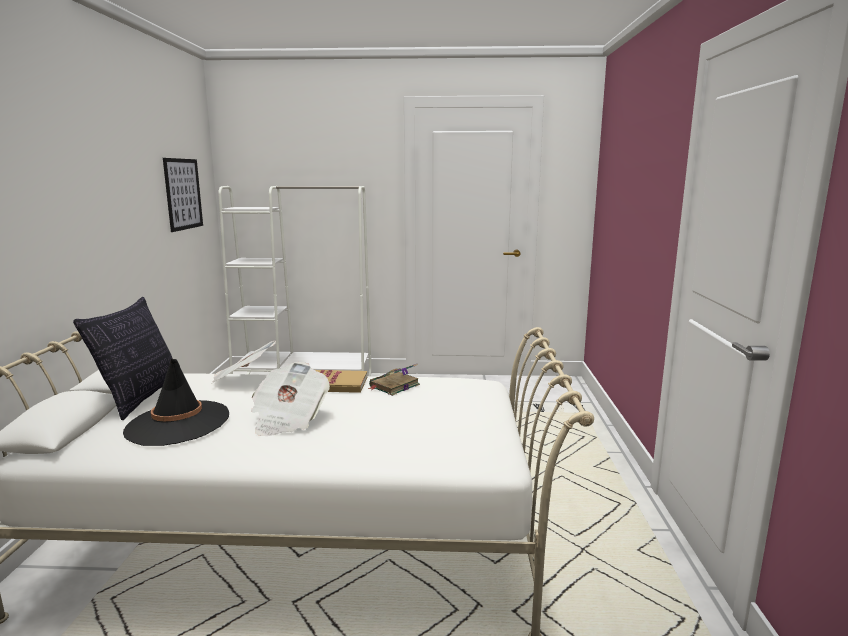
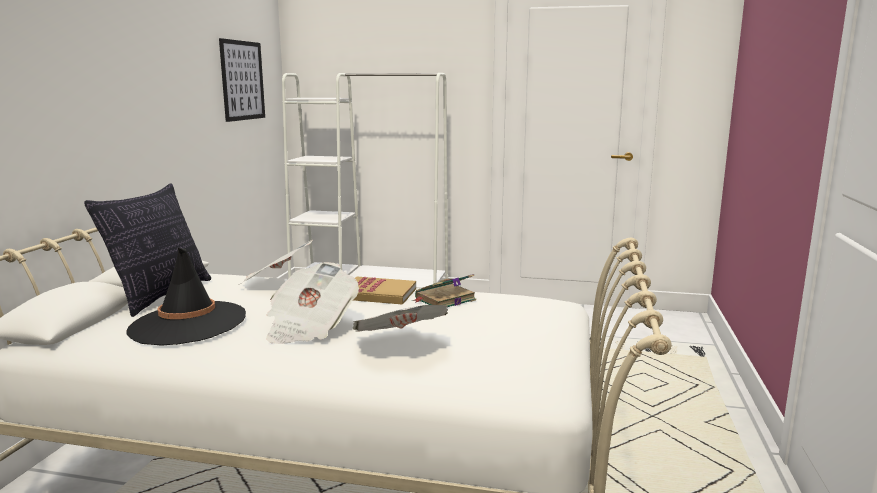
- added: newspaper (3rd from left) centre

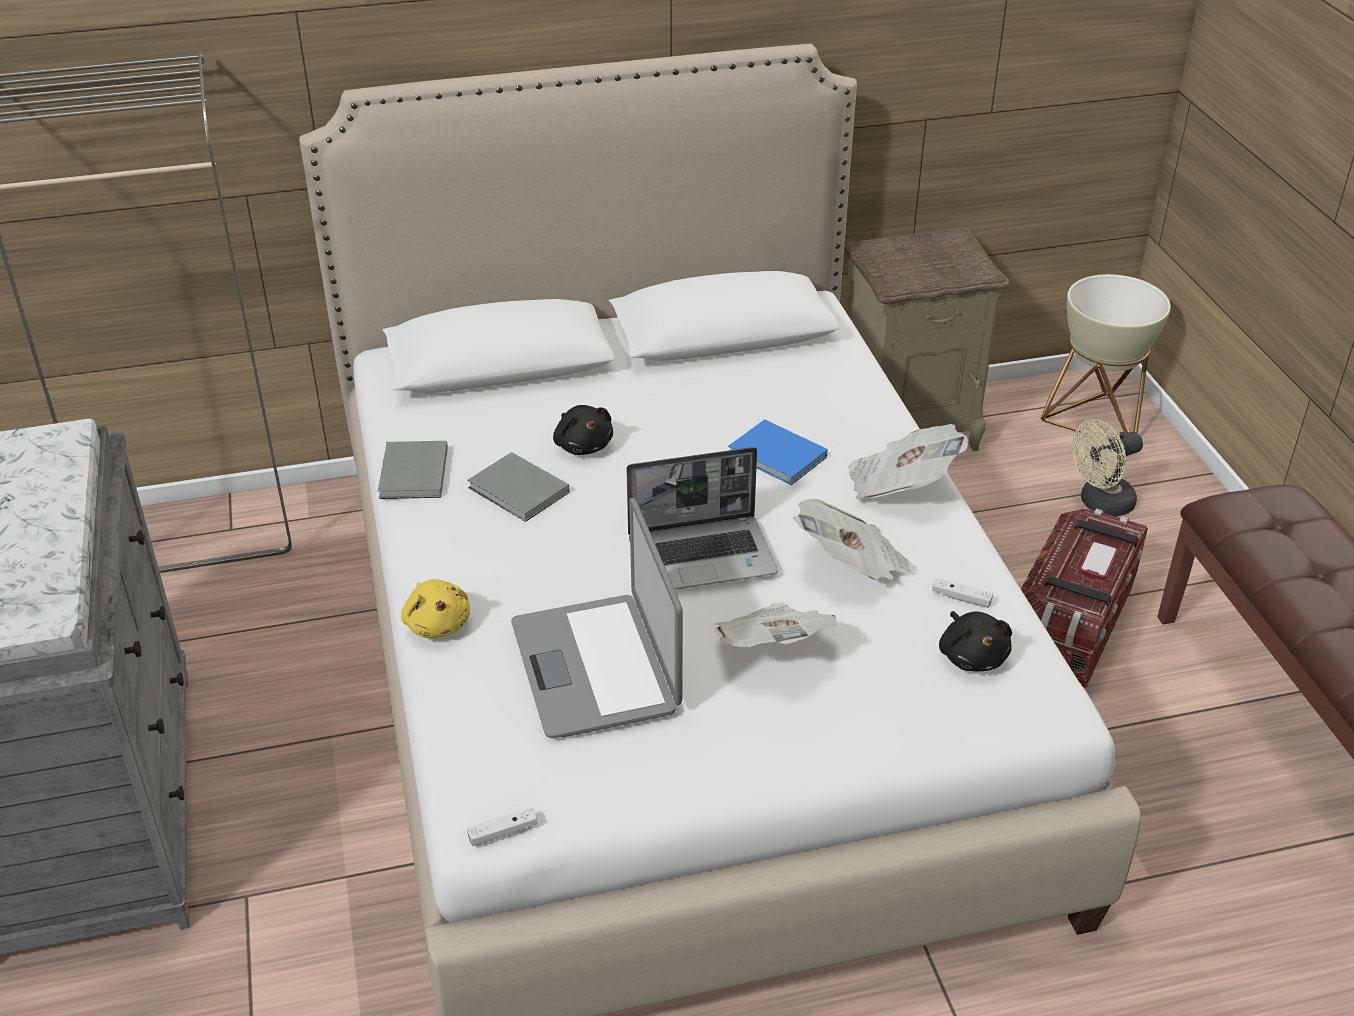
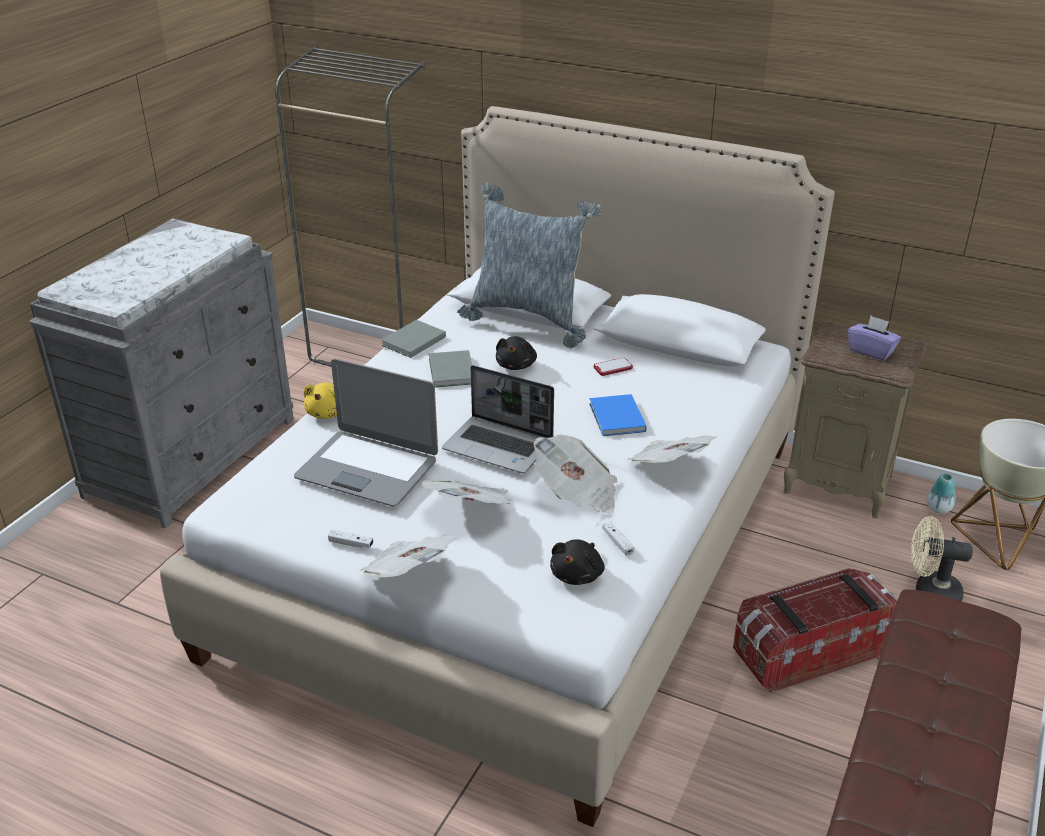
- moved: white-coloured game controller (1st from left) bottom centre to centre
- turned: notebook computer (1st from left) centre = centre 90 degrees counterclockwise
- moved: handset middle right to centre
- added: newspaper (1st from left) centre
- added: throw pillow top centre
- added: purplish tissue box middle right
- added: flower vase middle right

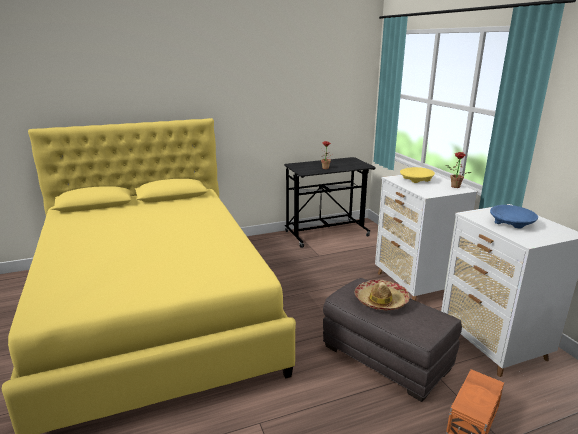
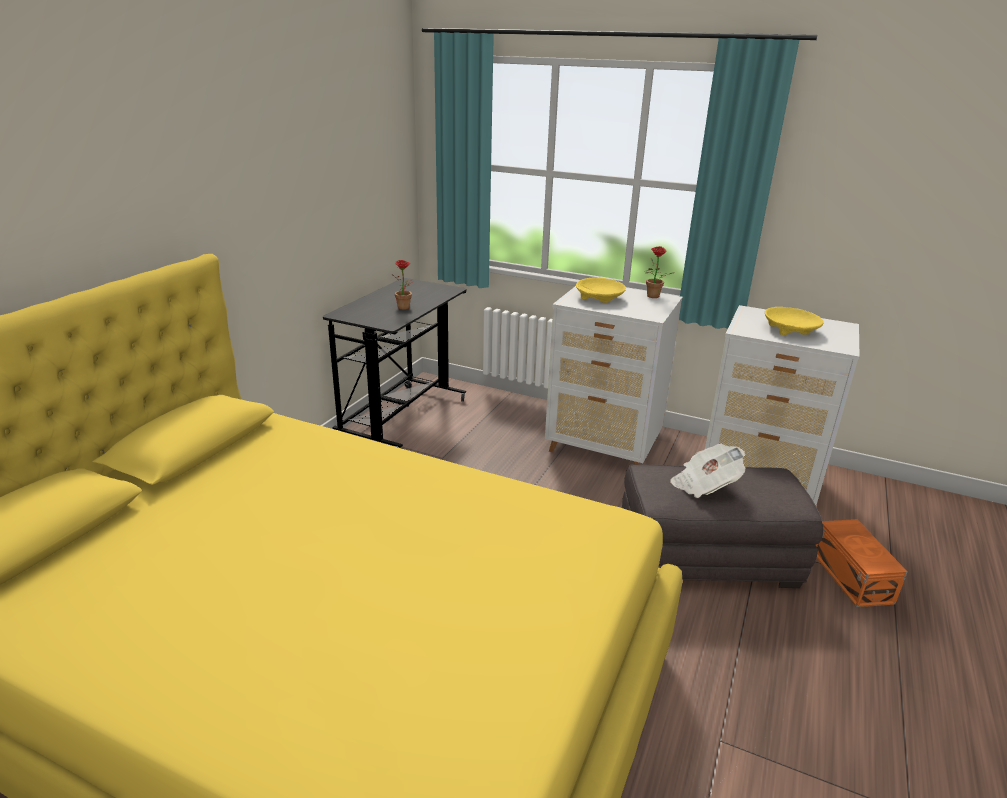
- replaced: wearable hat bottom centre to newspaper middle right
- recoloured: blue serving bowl middle right to yellowish serving bowl (2nd from left) middle right

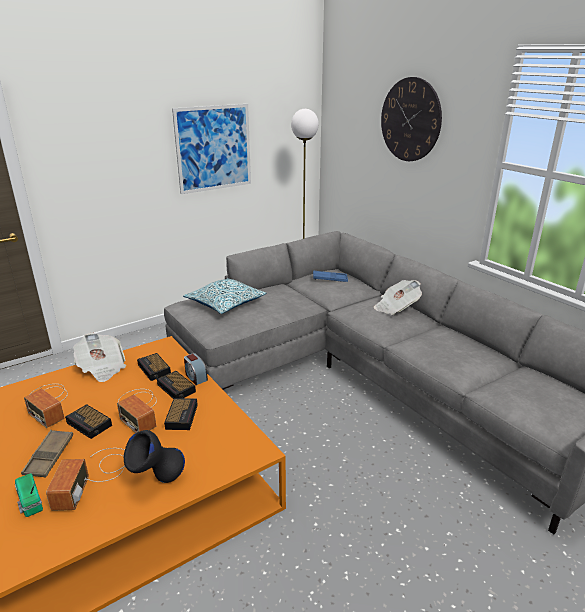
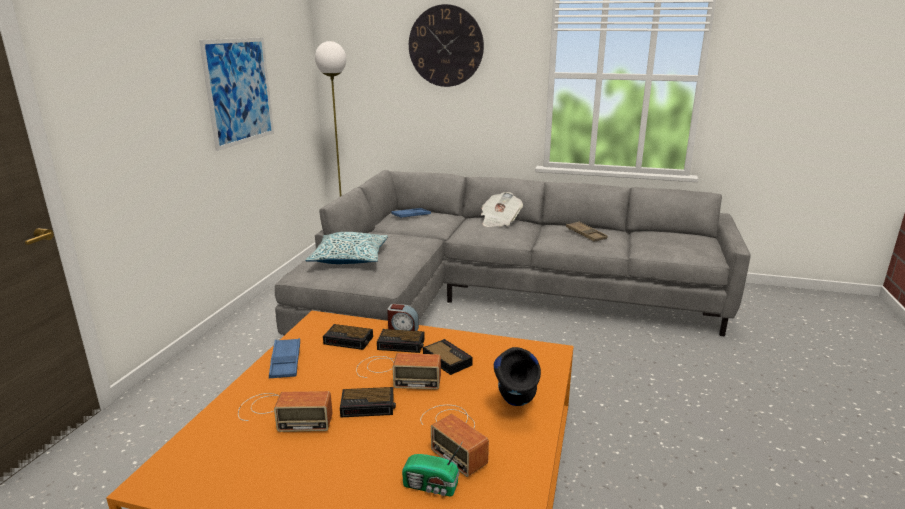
- moved: brown carrying tray bottom left to centre
- replaced: newspaper (1st from left) middle left to blue carrying tray (1st from left) bottom left

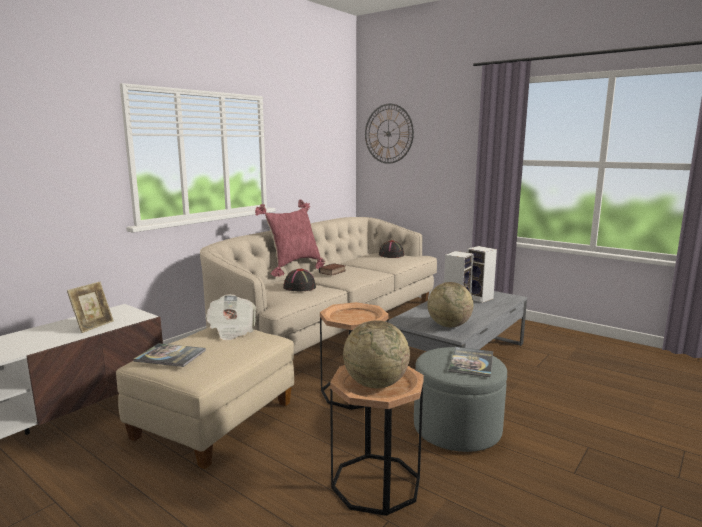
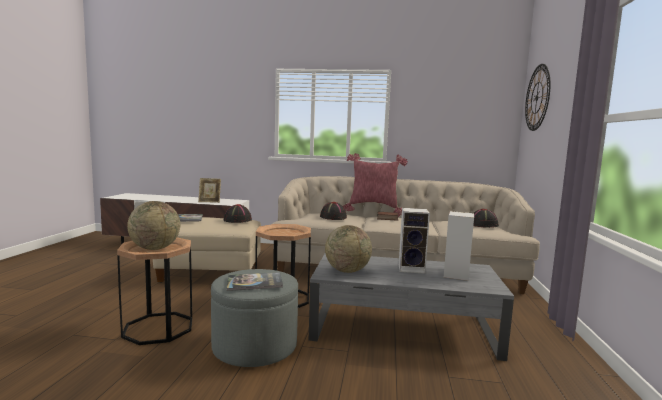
- replaced: newspaper middle left to black wearable hat (1st from left) centre

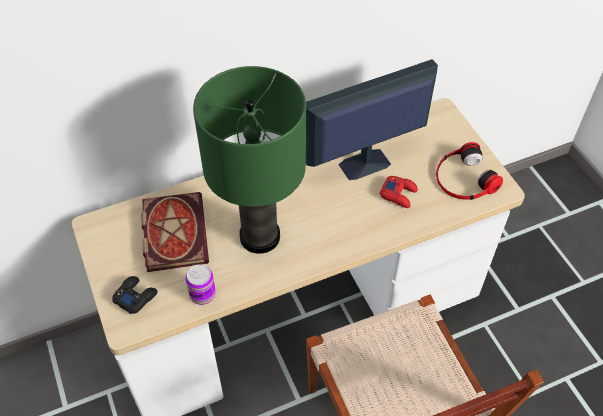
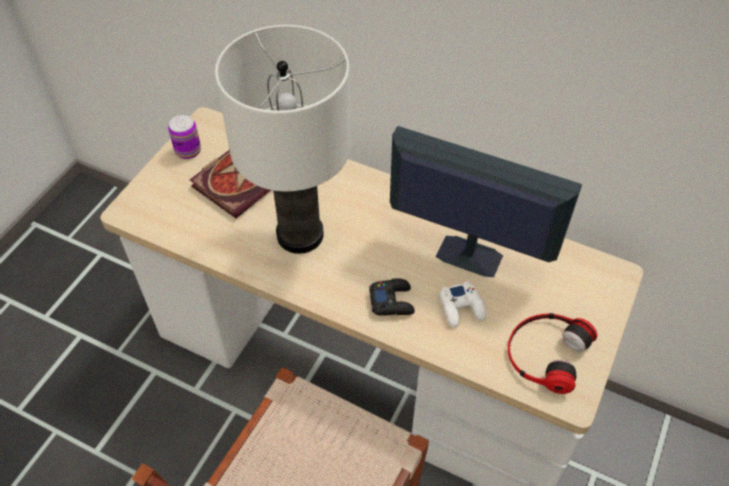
- moved: black game controller bottom left to centre
- moved: metal can bottom left to top left
- recoloured: green-coloured table lamp centre to white-coloured table lamp top centre
- recoloured: red game controller centre to white-coloured game controller centre

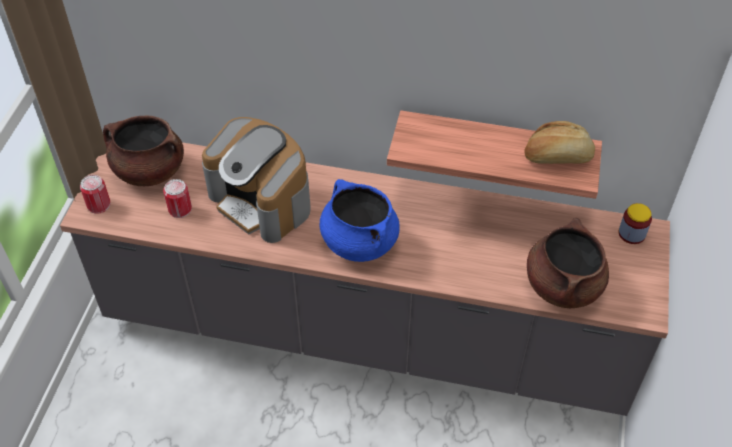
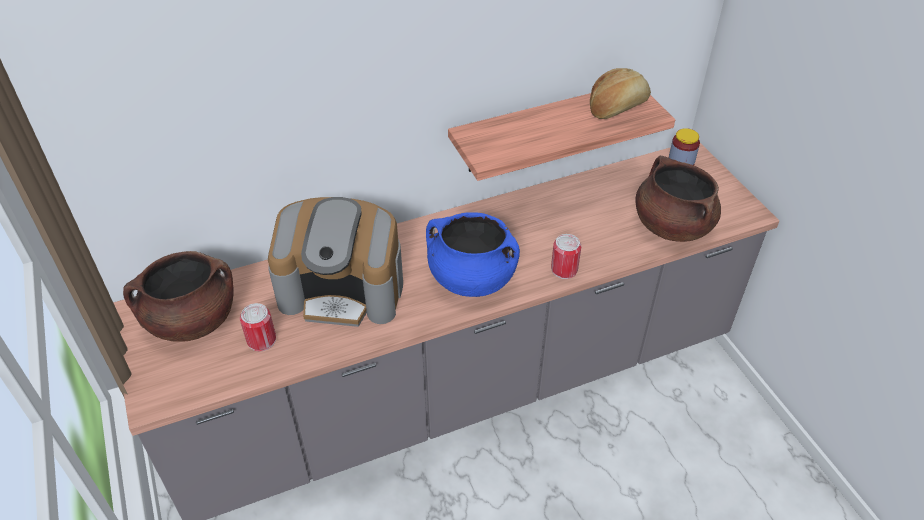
- moved: metal can (1st from left in the first image) middle left to metal can (2nd from left) centre

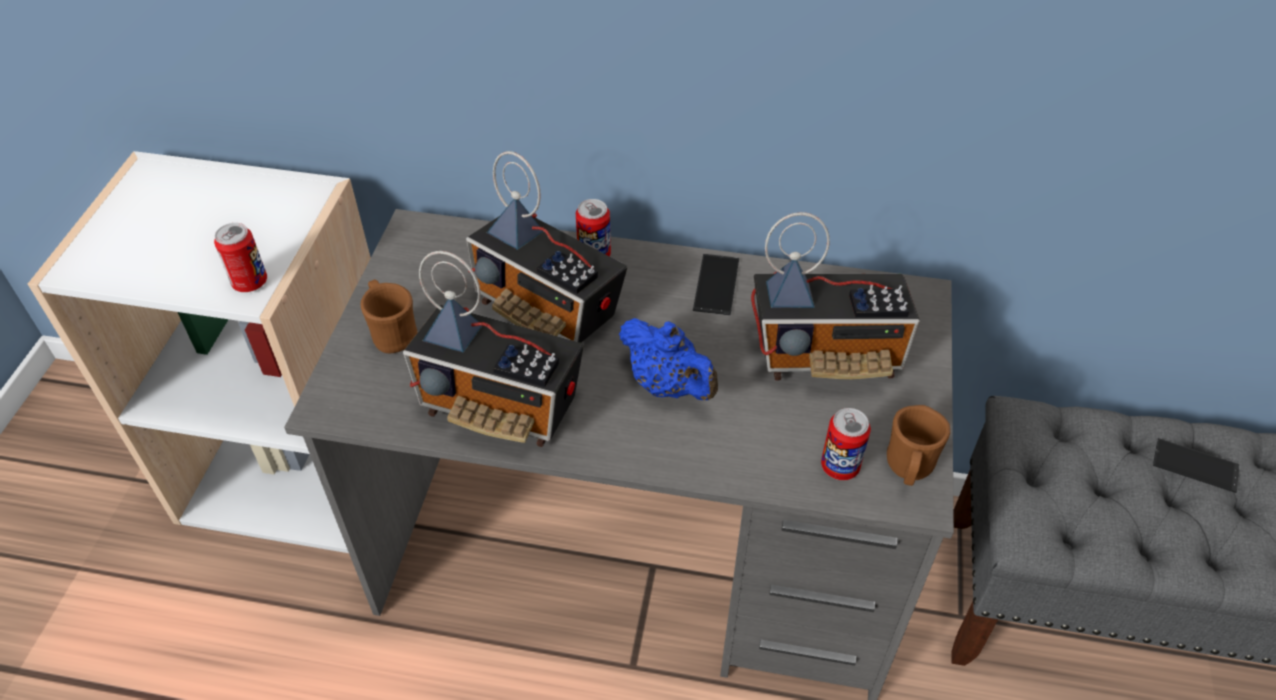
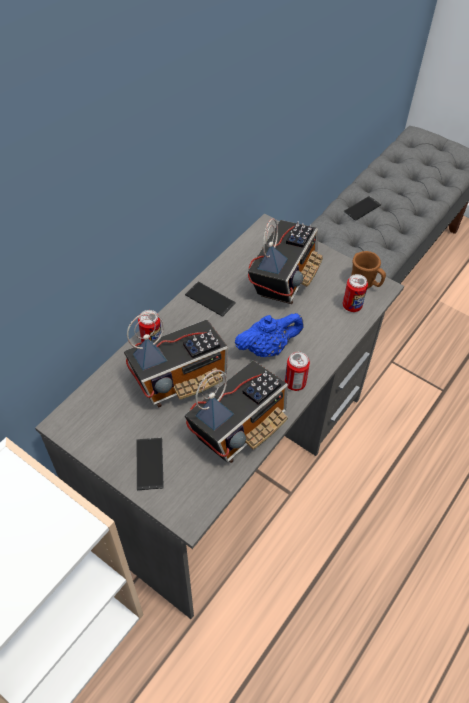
- moved: metal can (1st from left in the first image) middle left to metal can (2nd from left) centre
- replaced: brown mug (1st from left) middle left to handset (1st from left) middle left

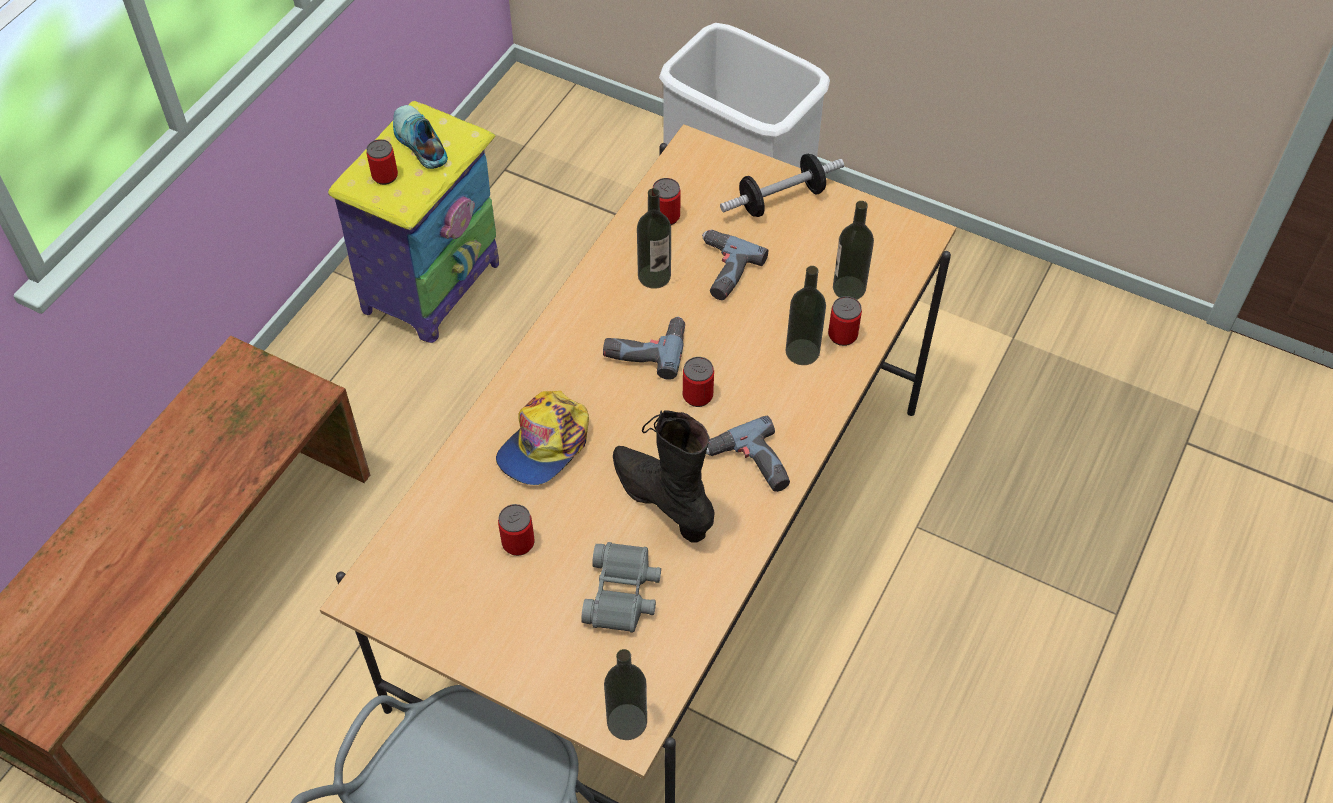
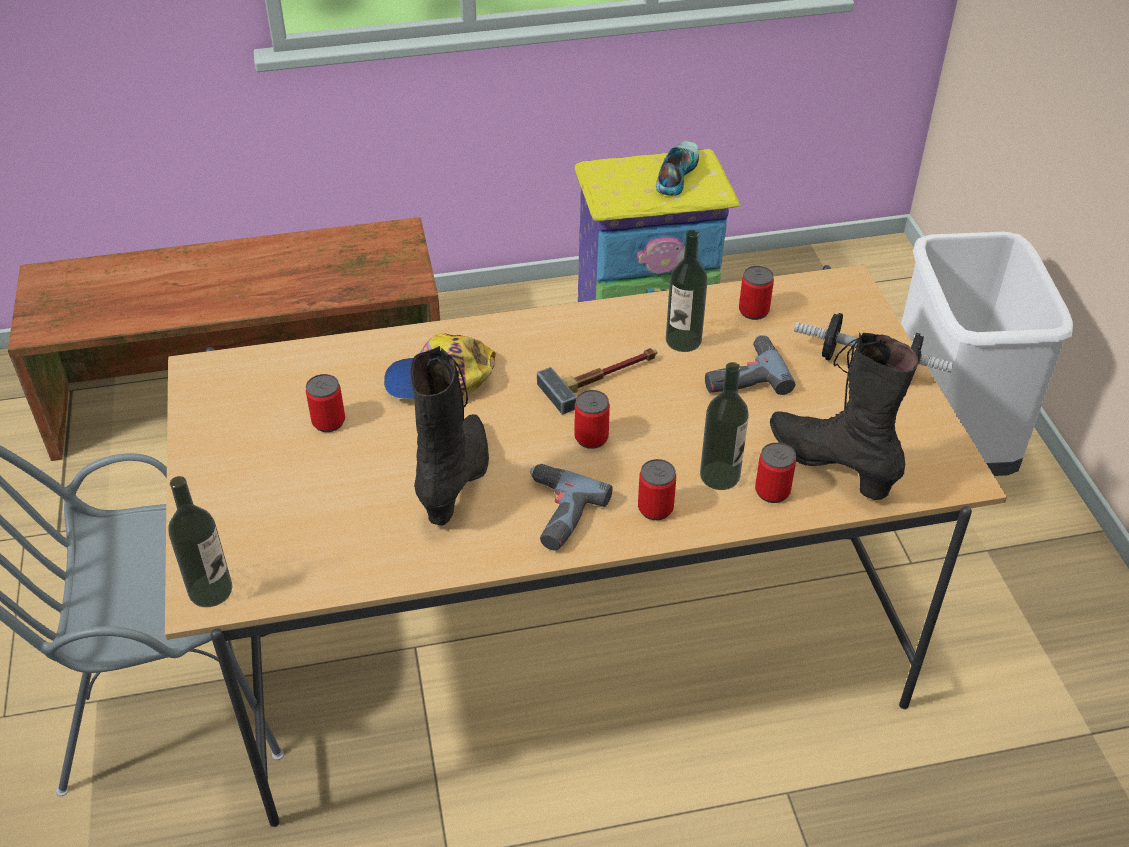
- moved: metal can (1st from left in the first image) top left to metal can (3rd from left) centre
- removed: gray pair of binoculars bottom centre
- replaced: electric drill (1st from left) centre to hammer centre
- replaced: beverage bottle (4th from left) top centre to black high-top boot (2nd from left) middle right

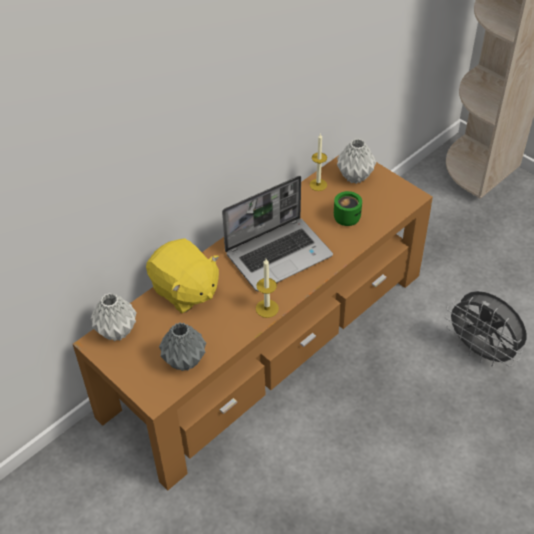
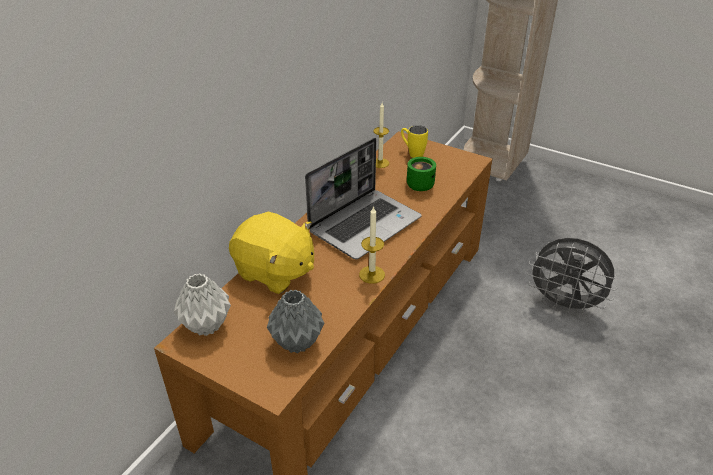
- replaced: gray flower vase (3rd from left) top right to yellowish mug top centre

